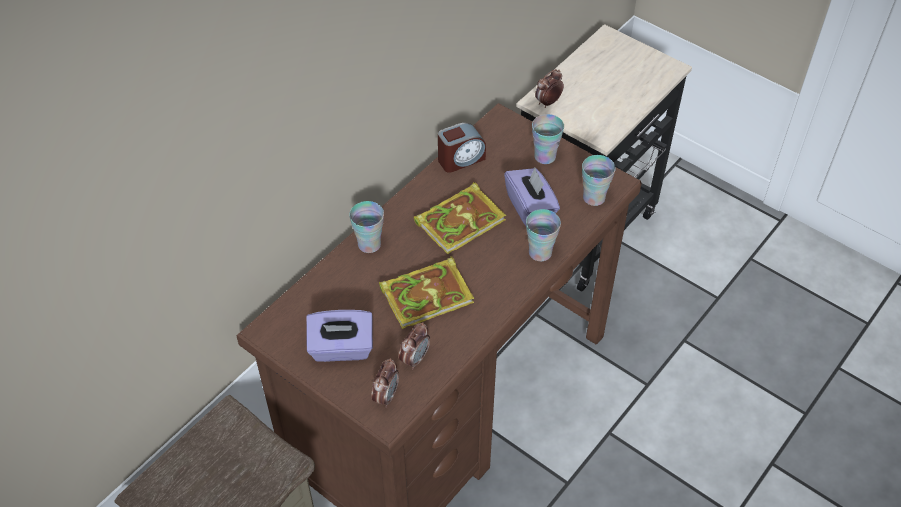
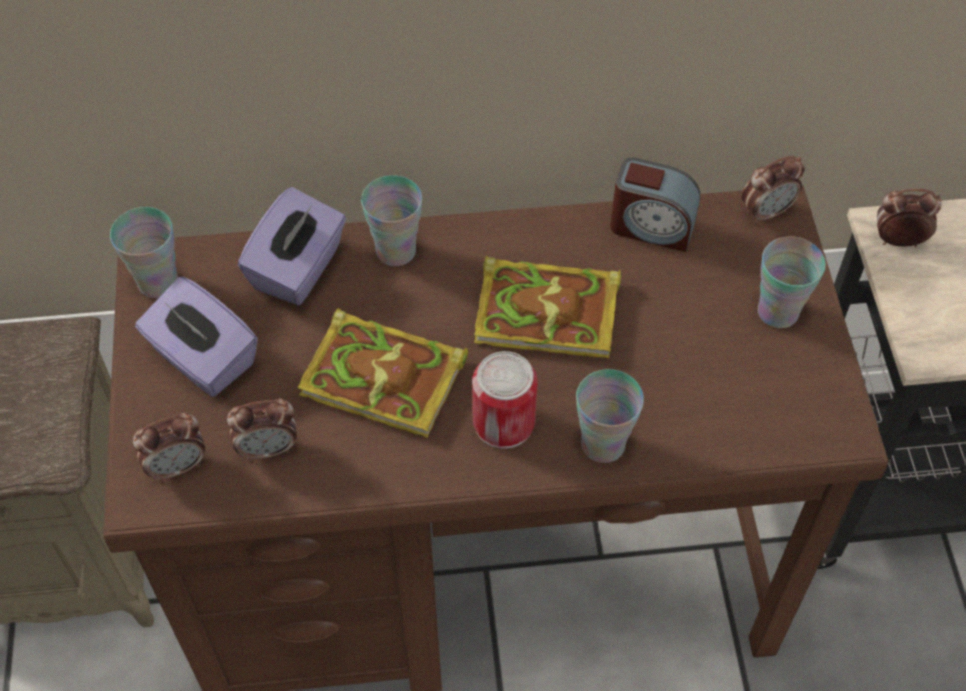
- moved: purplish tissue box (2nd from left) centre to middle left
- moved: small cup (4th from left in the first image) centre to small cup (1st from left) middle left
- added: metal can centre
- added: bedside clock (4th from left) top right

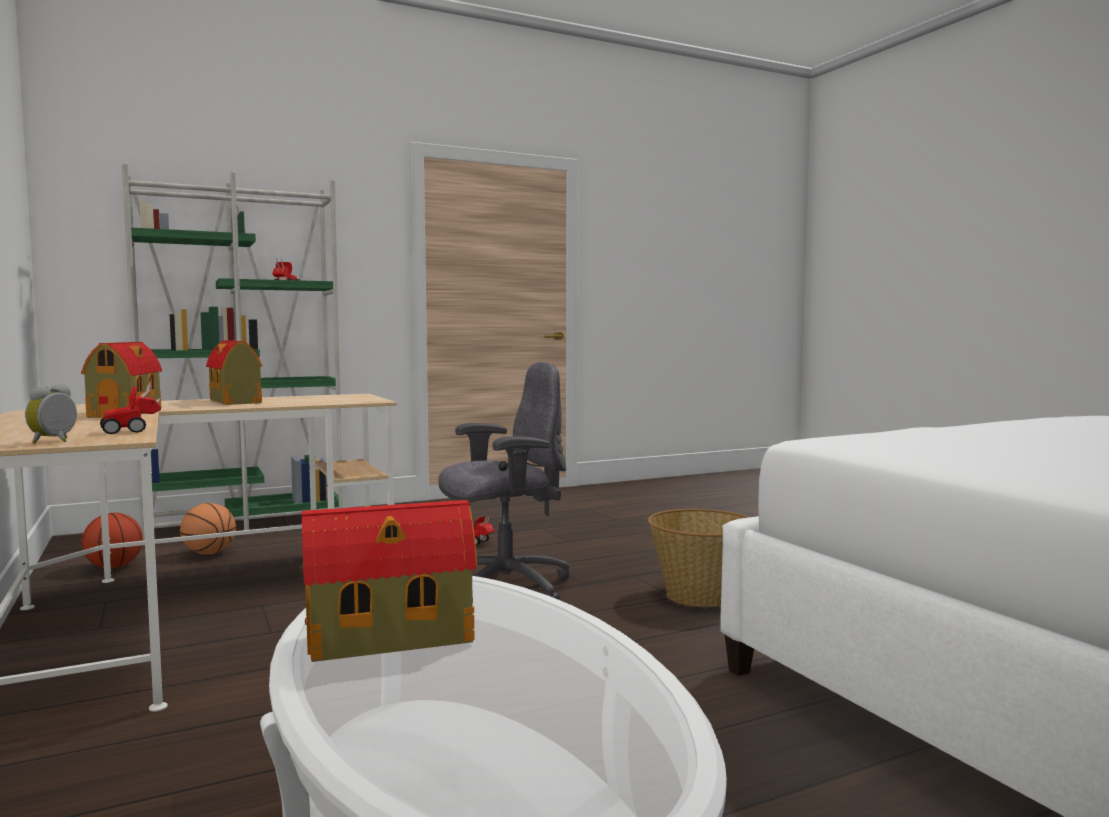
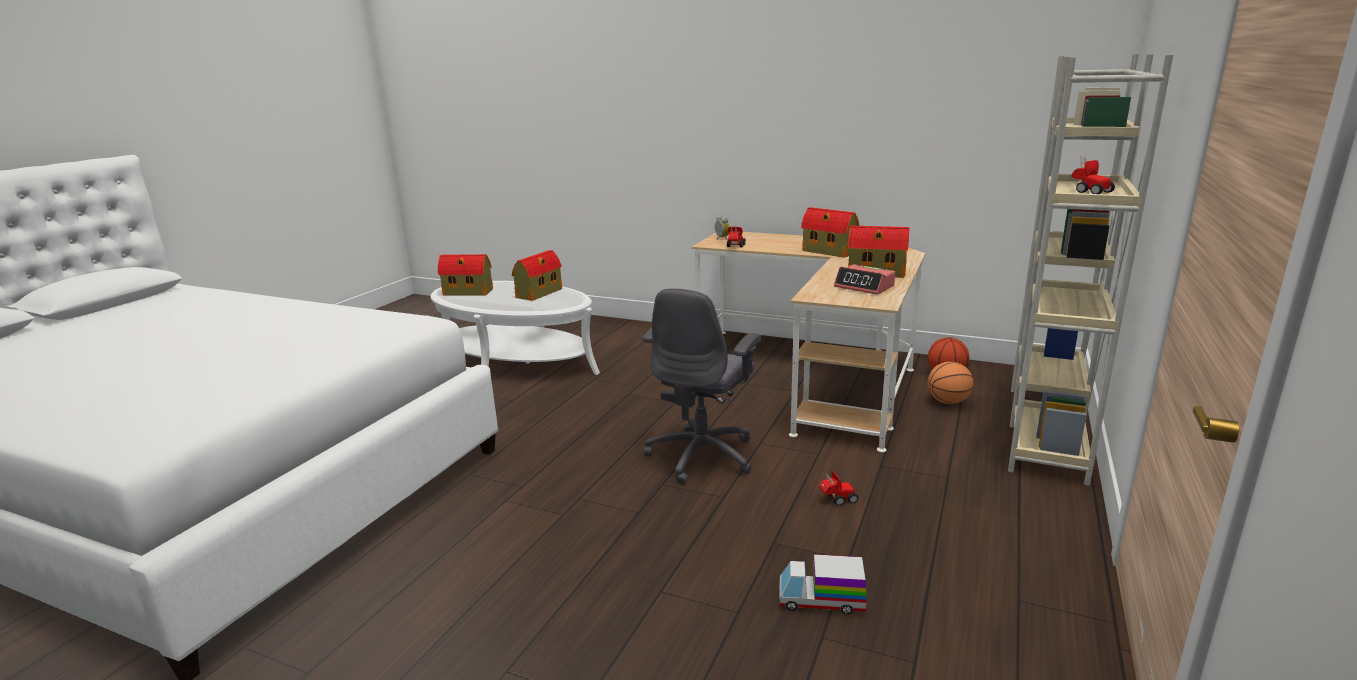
- recoloured: green-coloured shelving unit middle left to beige shelving unit middle right
- removed: basket bottom centre
- added: miniature house (1st from left) centre
- added: toy lorry bottom centre
- added: bedside clock (2nd from left) centre

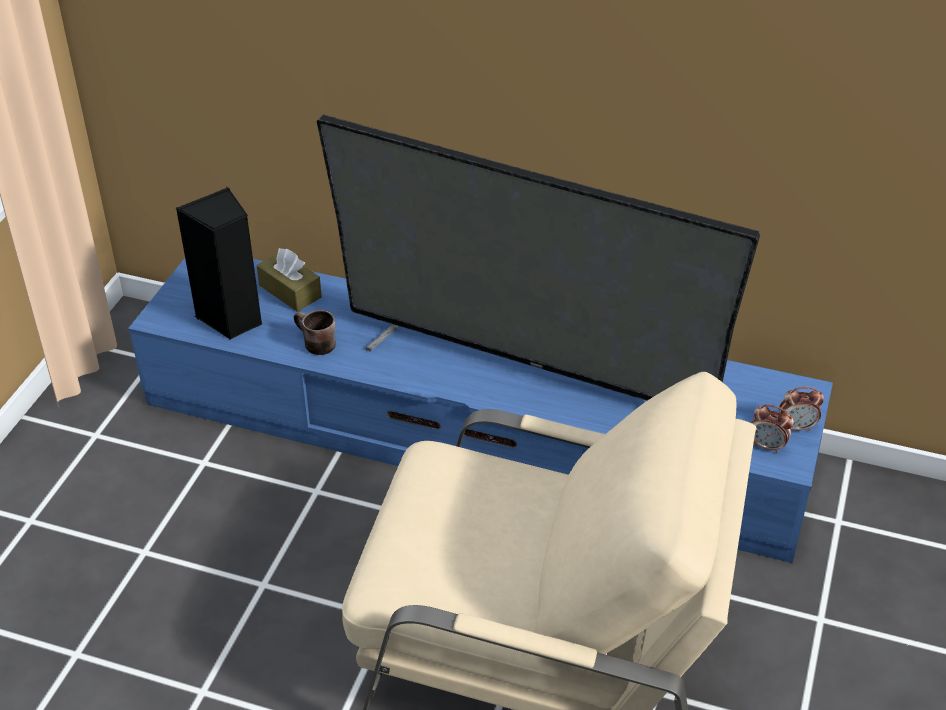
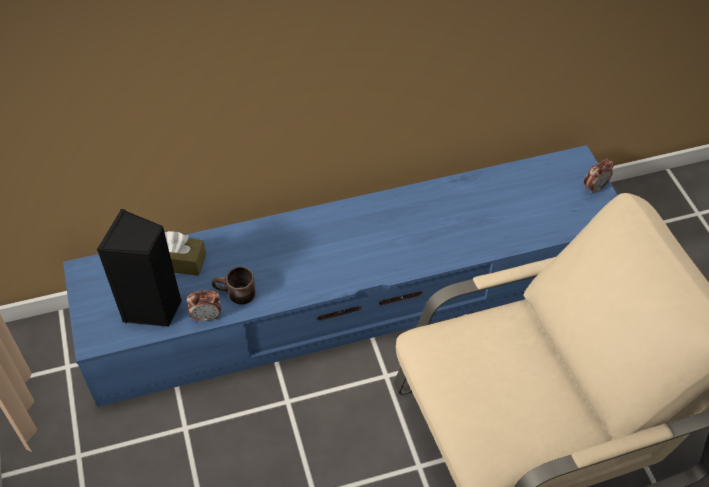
- removed: television centre
- moved: bedside clock (1st from left) middle right to middle left

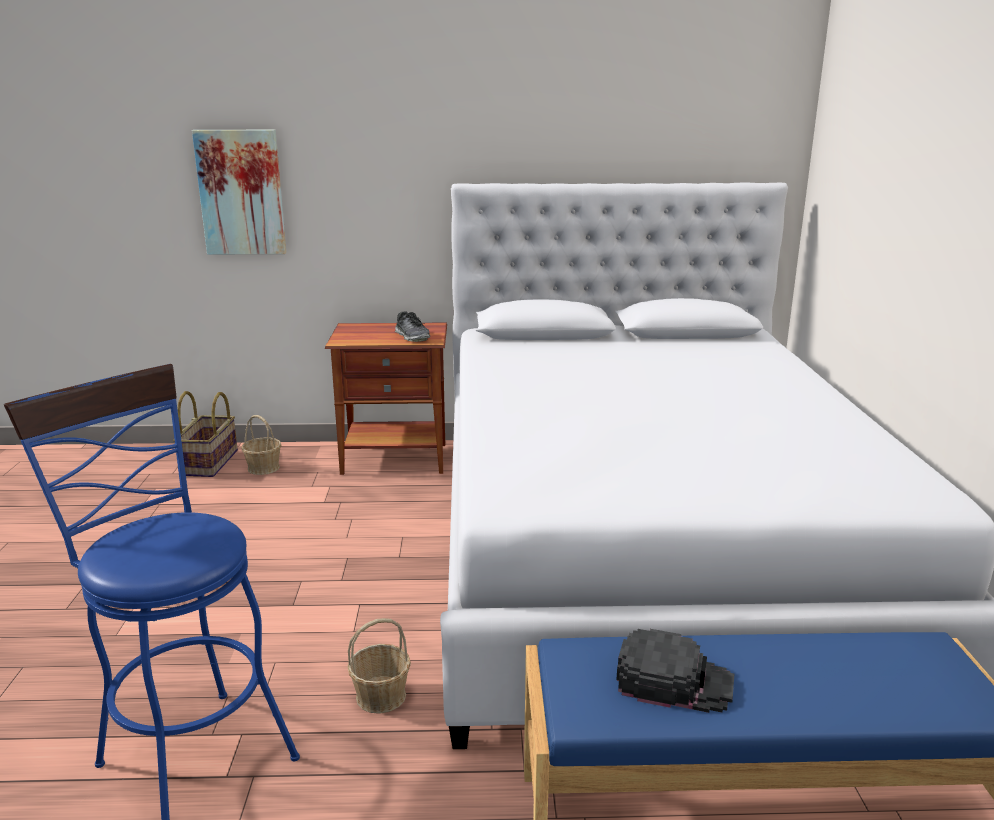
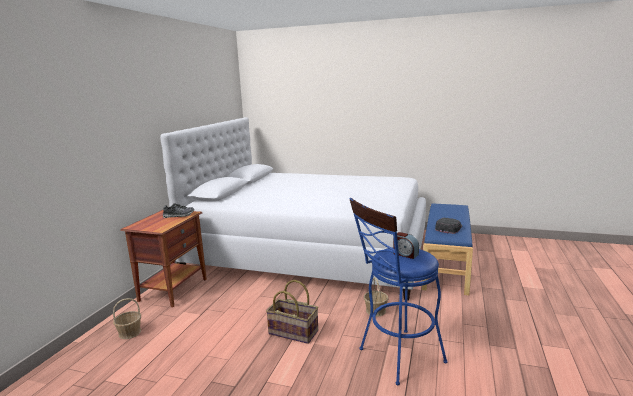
- moved: basket (1st from left in the first image) middle left to basket (2nd from left) bottom centre
- removed: wall picture top left
- added: bedside clock centre

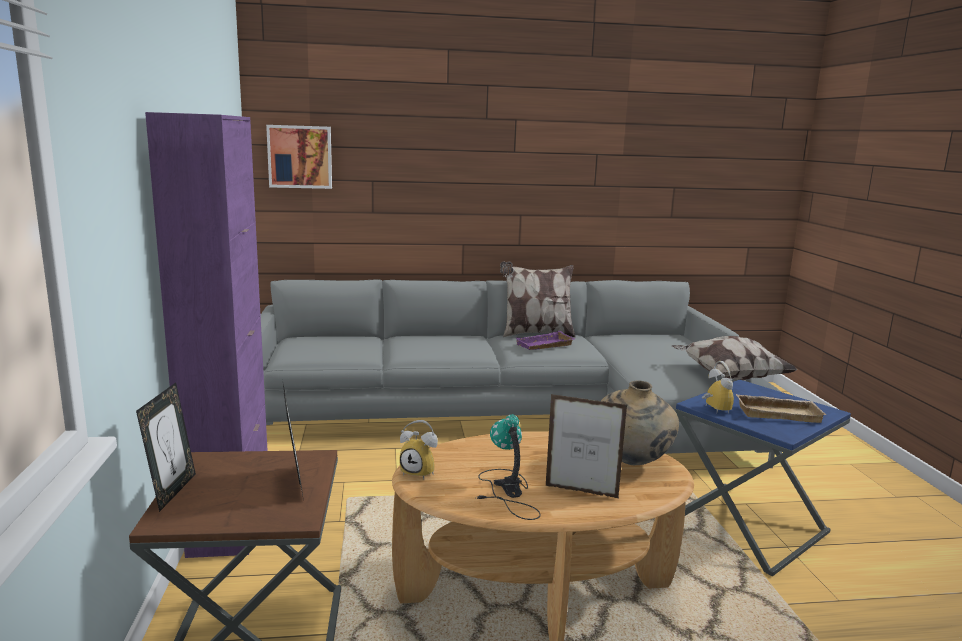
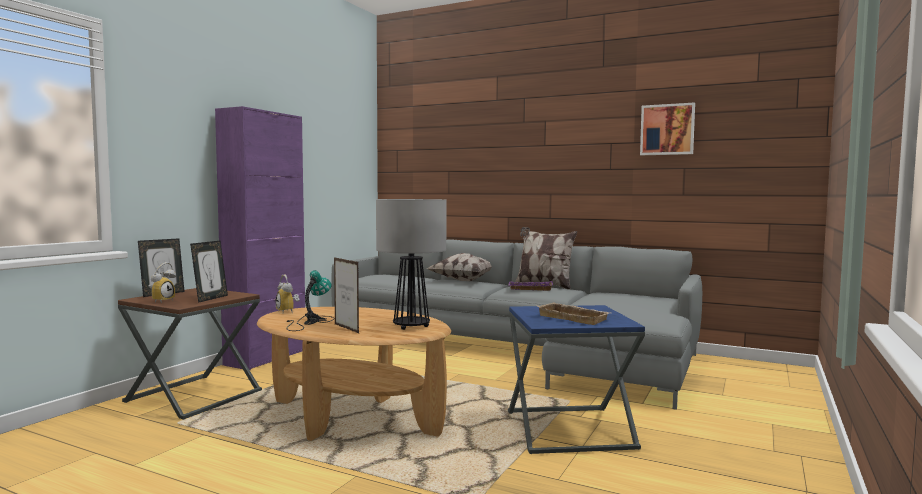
- moved: wall picture top left to top right
- replaced: beige flower vase centre to table lamp (2nd from left) centre
- moved: throw pillow (2nd from left in the first image) middle right to throw pillow (1st from left) centre
- moved: bedside clock (2nd from left in the first image) middle right to bedside clock (1st from left) middle left

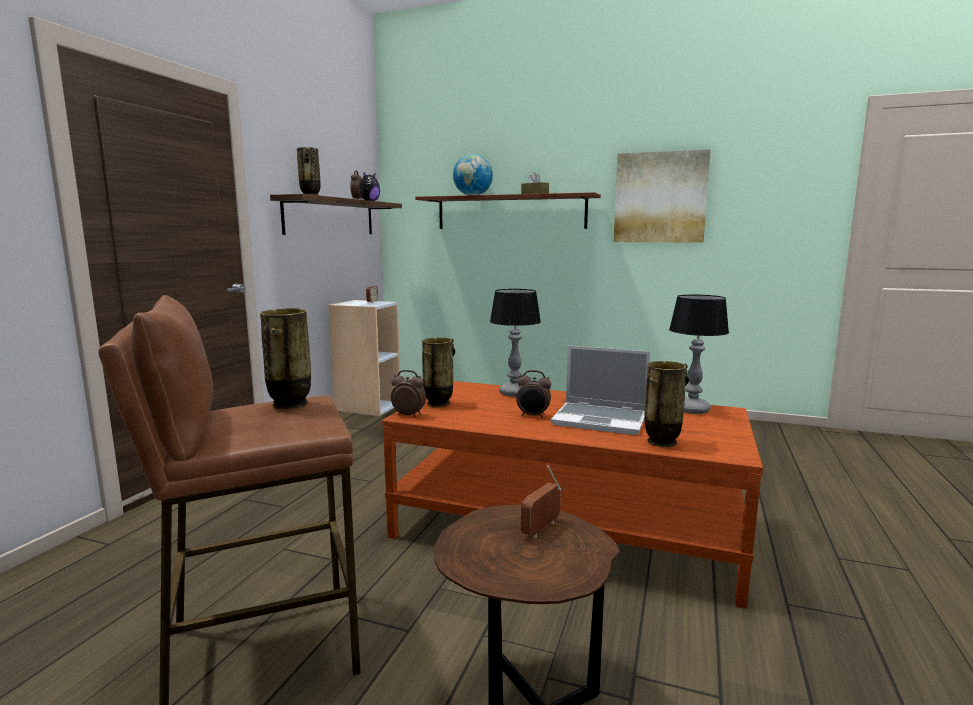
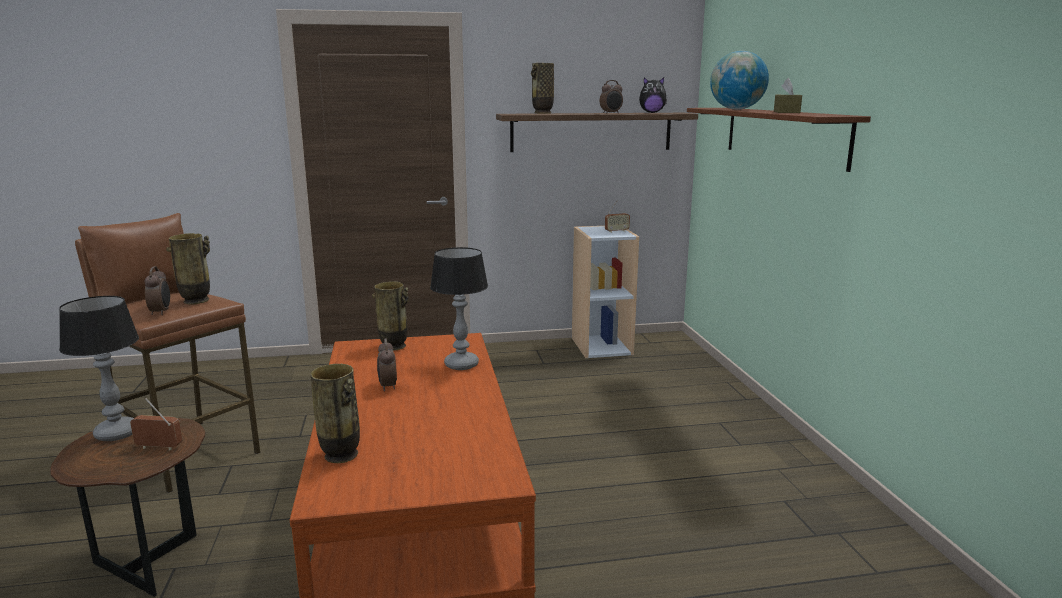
- moved: bedside clock (2nd from left in the first image) centre to bedside clock (1st from left) middle left
- removed: notebook computer centre
- removed: wall picture top right
- moved: table lamp (2nd from left in the first image) middle right to table lamp (1st from left) middle left

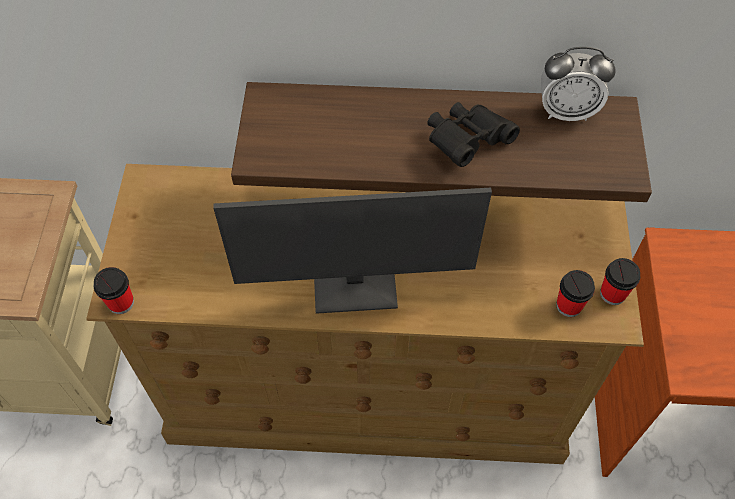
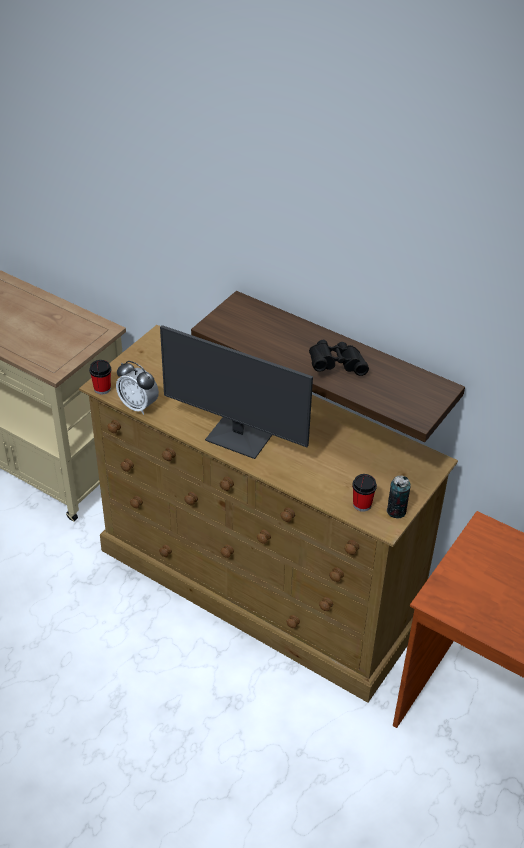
- moved: bedside clock top right to middle left
- replaced: small cup (3rd from left) middle right to metal can middle right

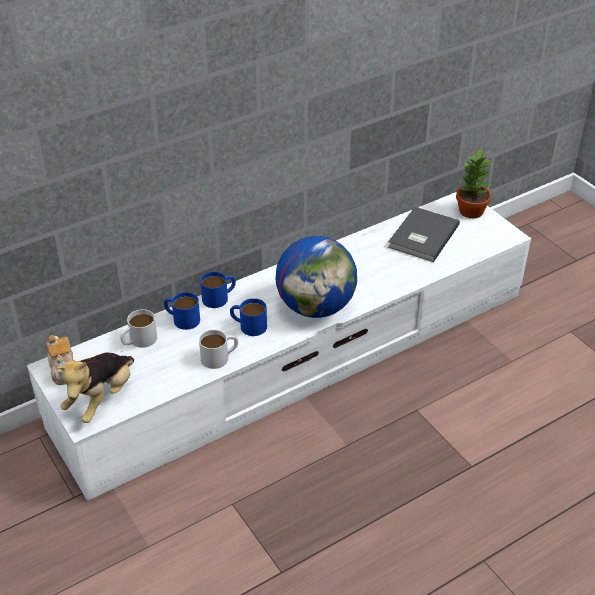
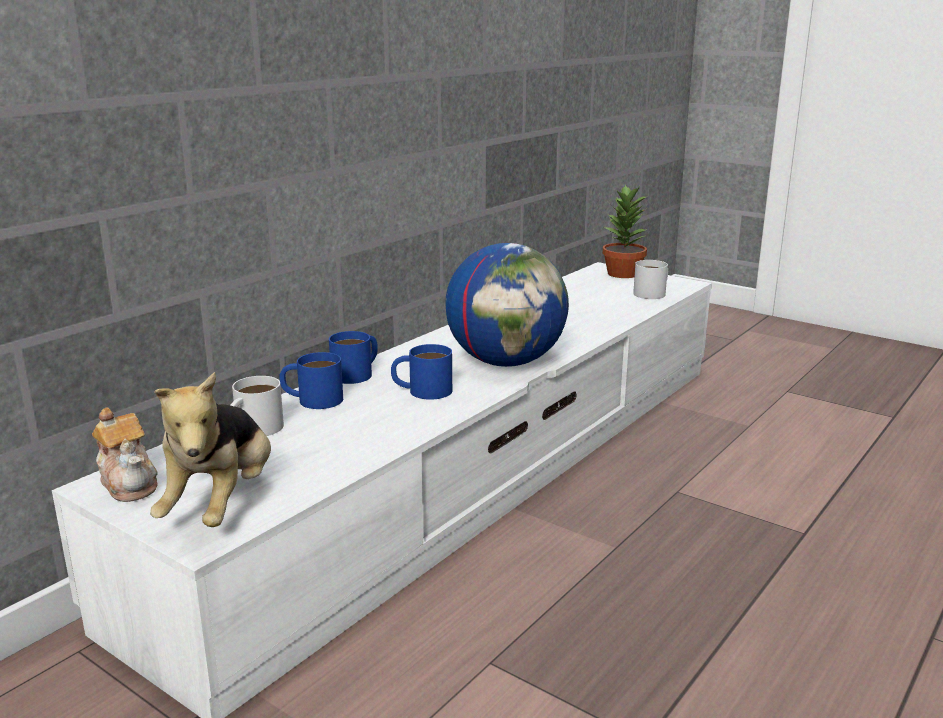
- moved: white-coloured mug (2nd from left) centre to middle right
- removed: gray bound book middle right

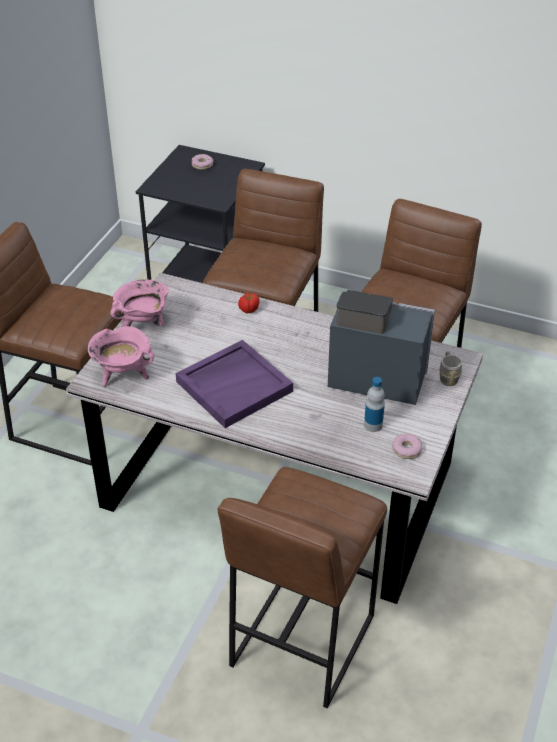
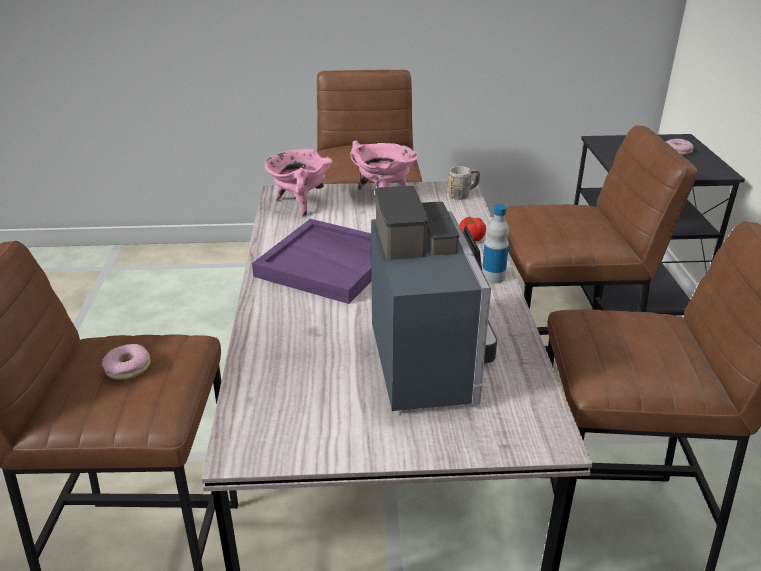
- moved: beverage bottle middle right to centre
- moved: ring doughnut (2nd from left in the first image) middle right to ring doughnut (1st from left) middle left
- moved: gray mug middle right to top centre

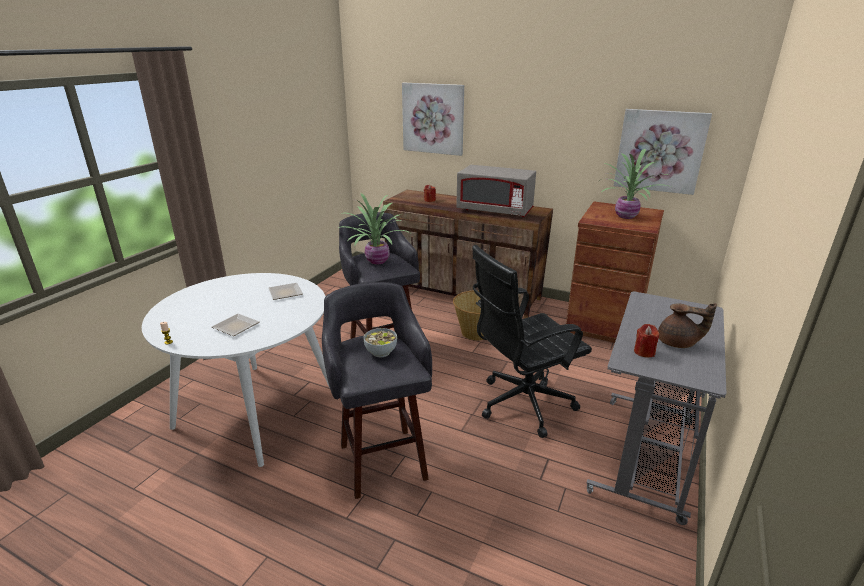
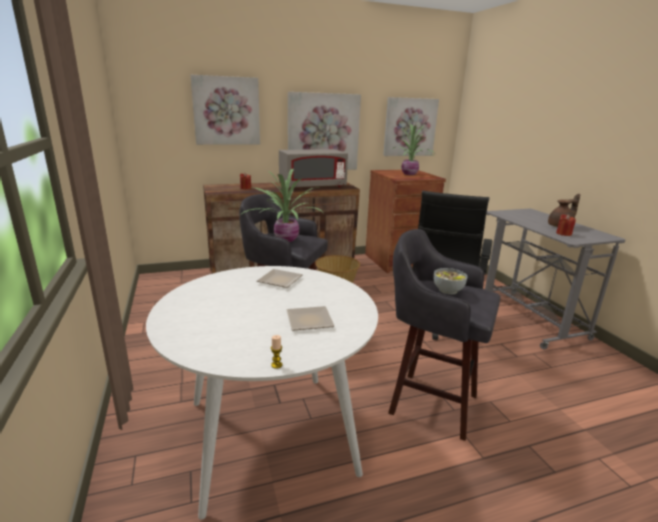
- added: wall picture (2nd from left) top centre

